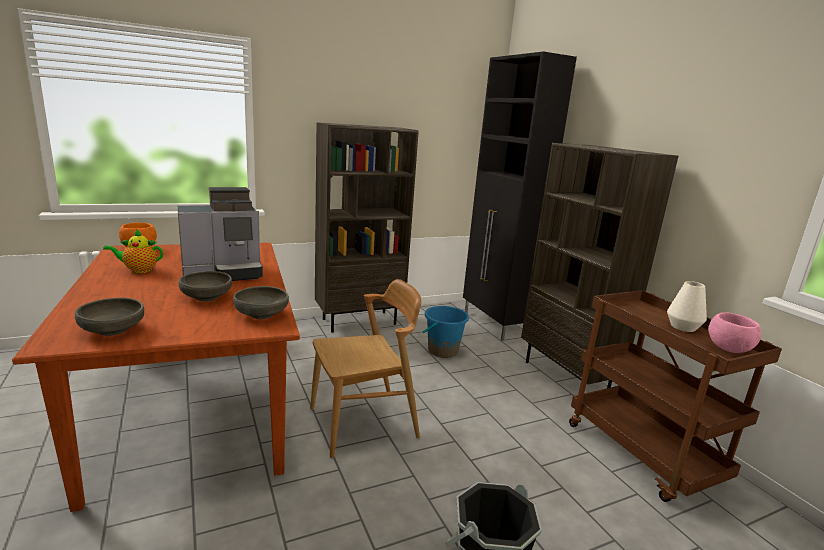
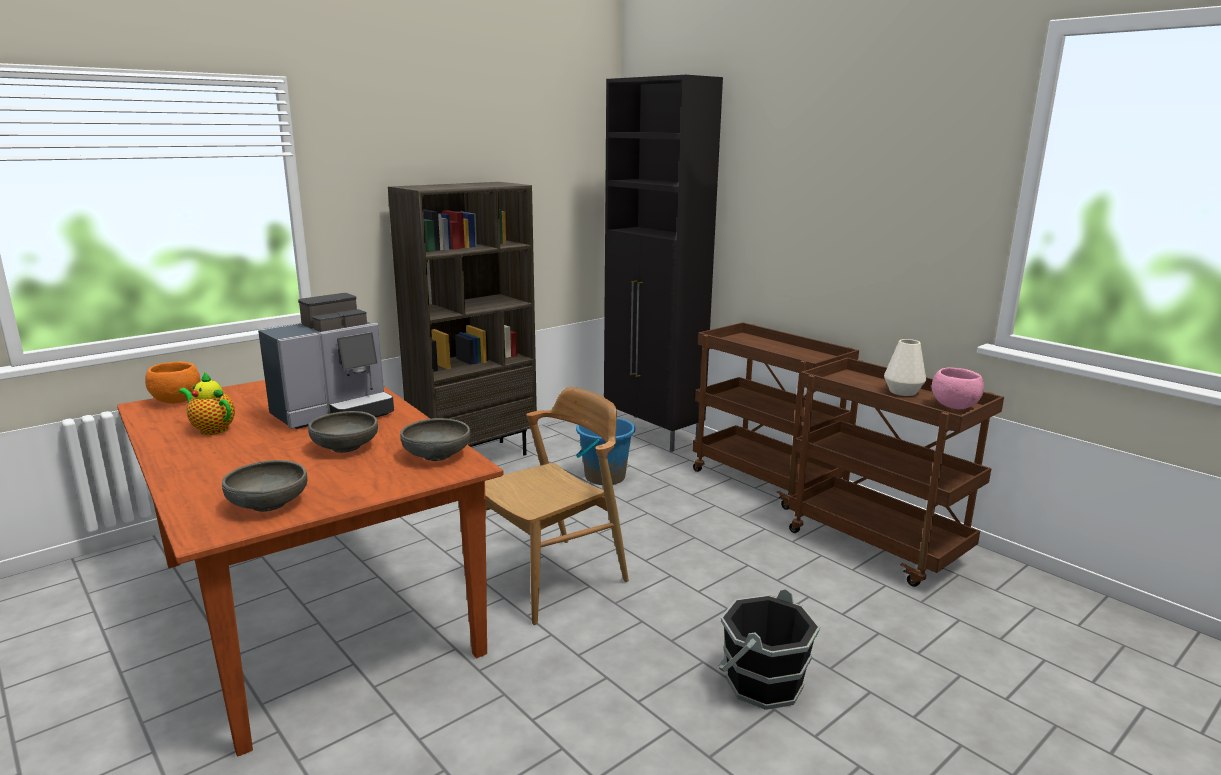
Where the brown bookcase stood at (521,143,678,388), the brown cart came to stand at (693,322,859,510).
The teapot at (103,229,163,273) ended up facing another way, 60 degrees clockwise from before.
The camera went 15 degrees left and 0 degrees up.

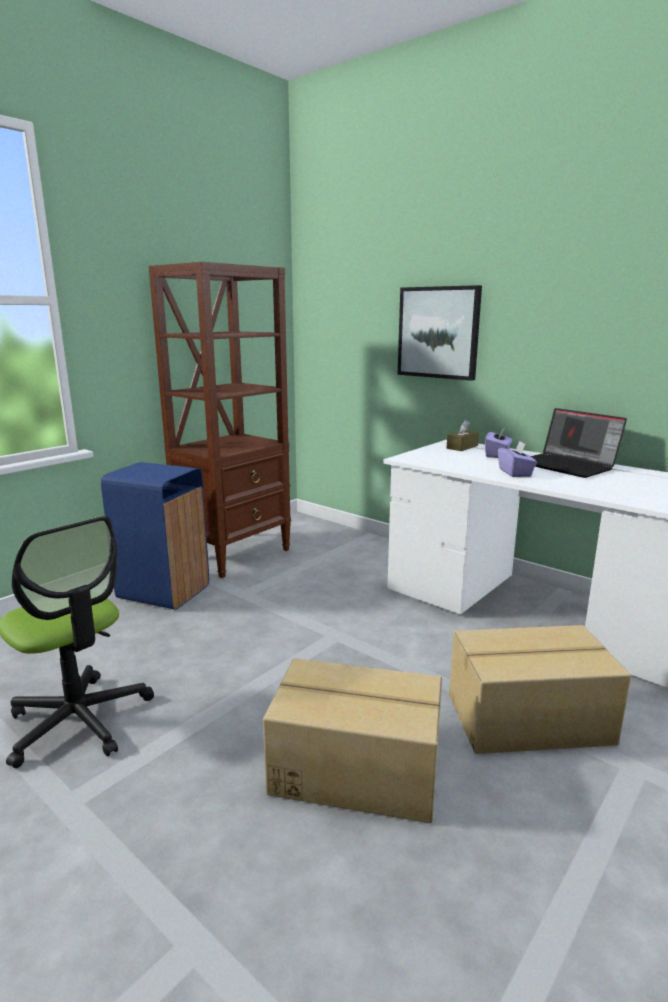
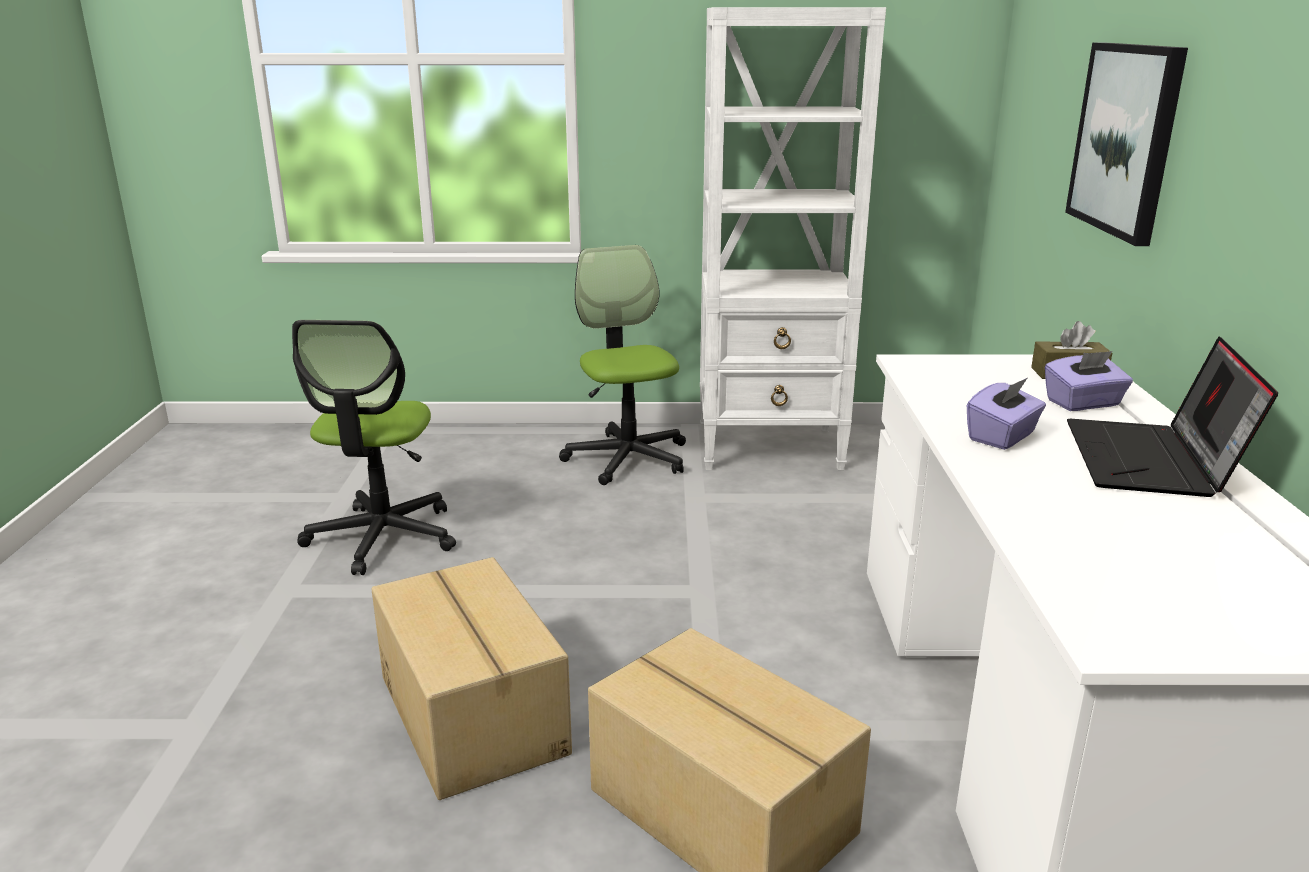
Where the blue trash can stood at (101,462,209,610), the office chair came to stand at (559,245,686,485).
What was the brown bookcase at (148,262,291,578) turned into the white bookcase at (700,7,886,470).
The camera went 50 degrees right and 5 degrees up.

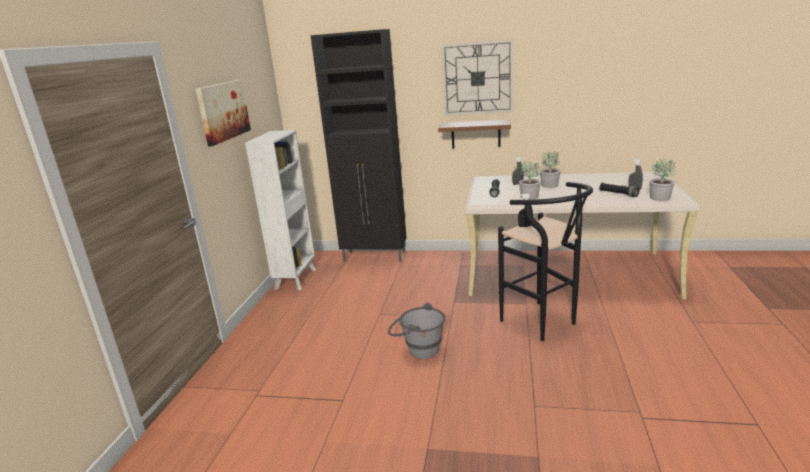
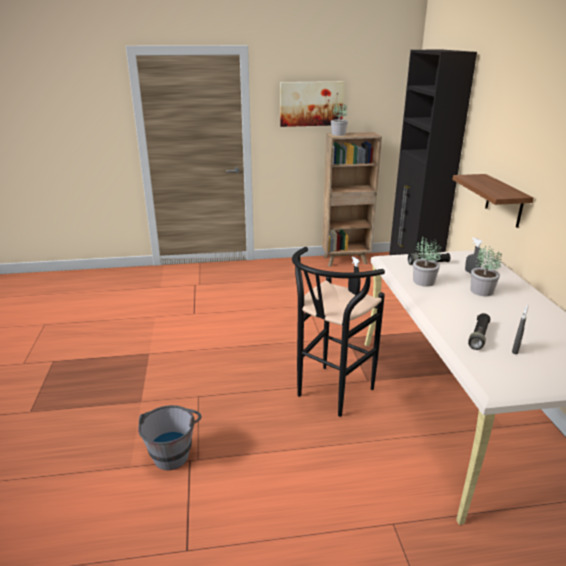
The second view lost the wall clock at (442,39,513,116).
The grey bucket ended up elsewhere, having gone from (388,303,445,359) to (138,405,202,470).
The potted plant ended up elsewhere, having gone from (649,158,675,201) to (331,103,348,136).
What was the white bookcase at (245,130,316,290) turned into the brown bookcase at (322,132,382,267).
The camera went 70 degrees right and 5 degrees up.

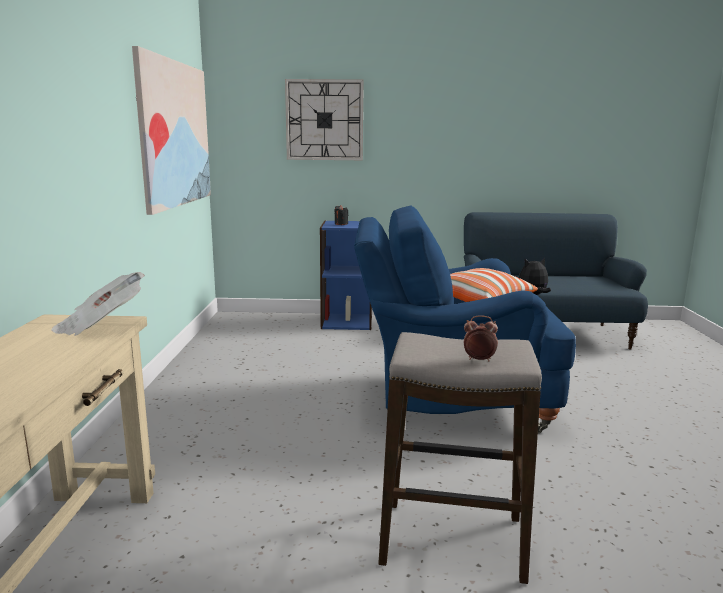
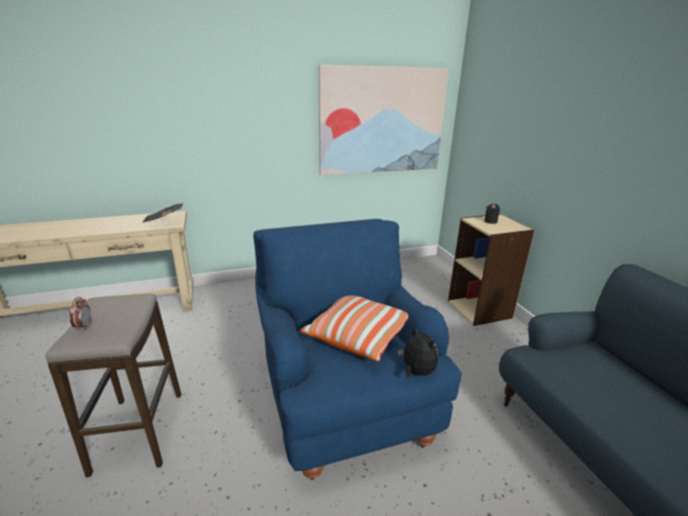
The second view lost the wall clock at (285,79,364,160).
What was the blue bookcase at (320,220,372,330) turned into the beige bookcase at (448,214,534,326).
The camera went 70 degrees right and 10 degrees up.

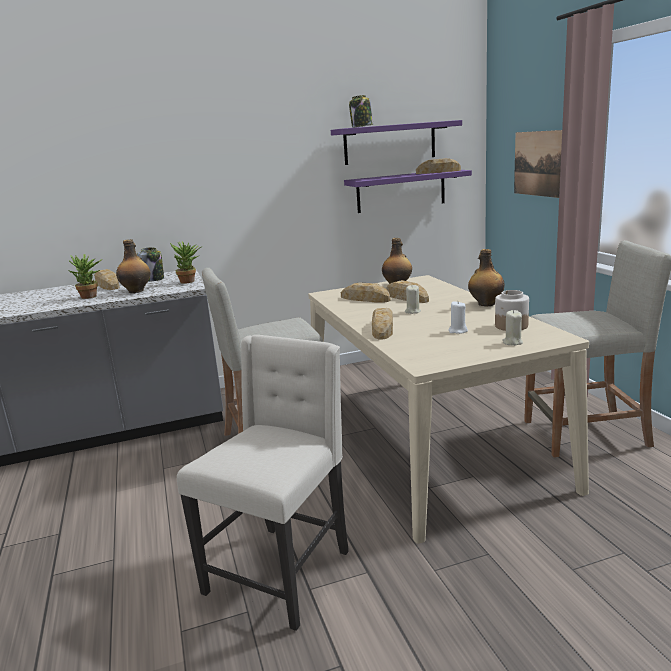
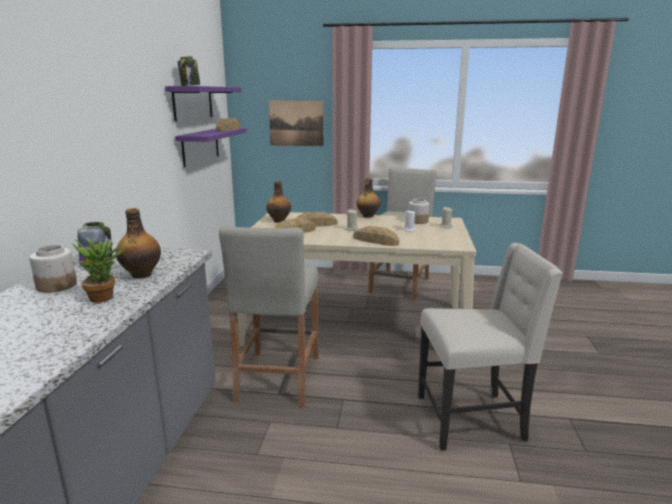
The second view lost the potted plant at (170,241,201,284).
Where the bread stood at (94,269,119,290), the jar came to stand at (29,245,77,293).
The beige chair at (177,335,349,631) ended up facing another way, 120 degrees clockwise from before.
The camera went 65 degrees left and 0 degrees up.

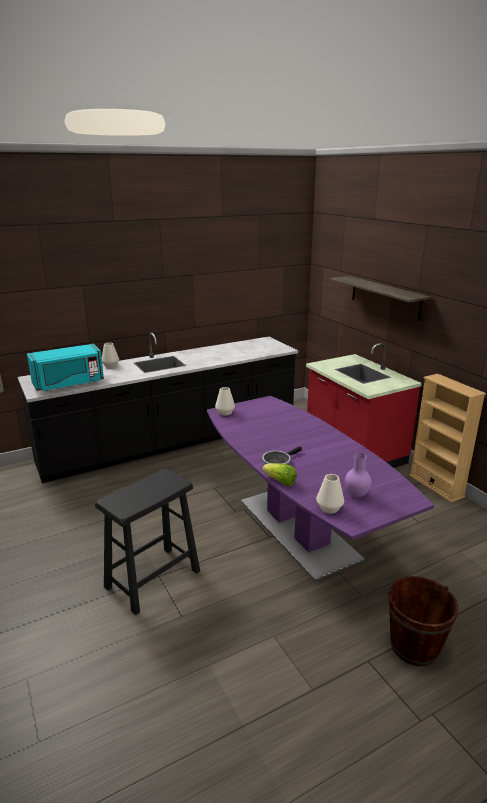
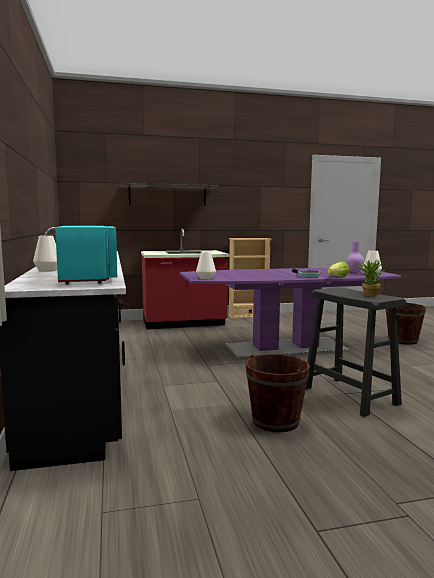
The second view gained the brown bucket at (245,354,310,432).
The second view gained the potted plant at (355,259,385,296).
The camera went 75 degrees left and 15 degrees down.

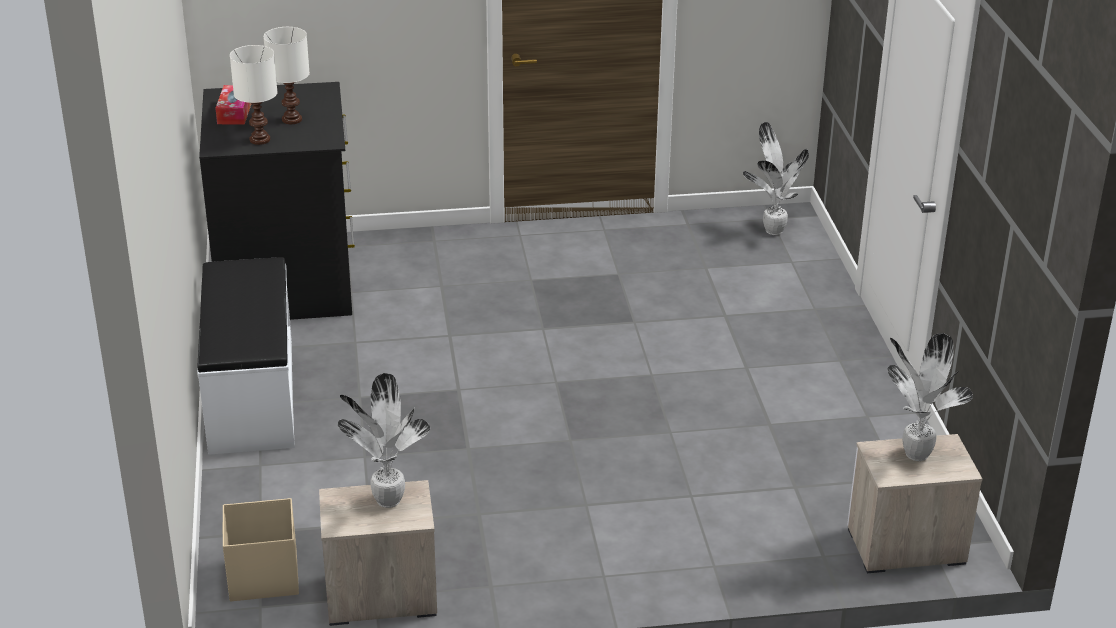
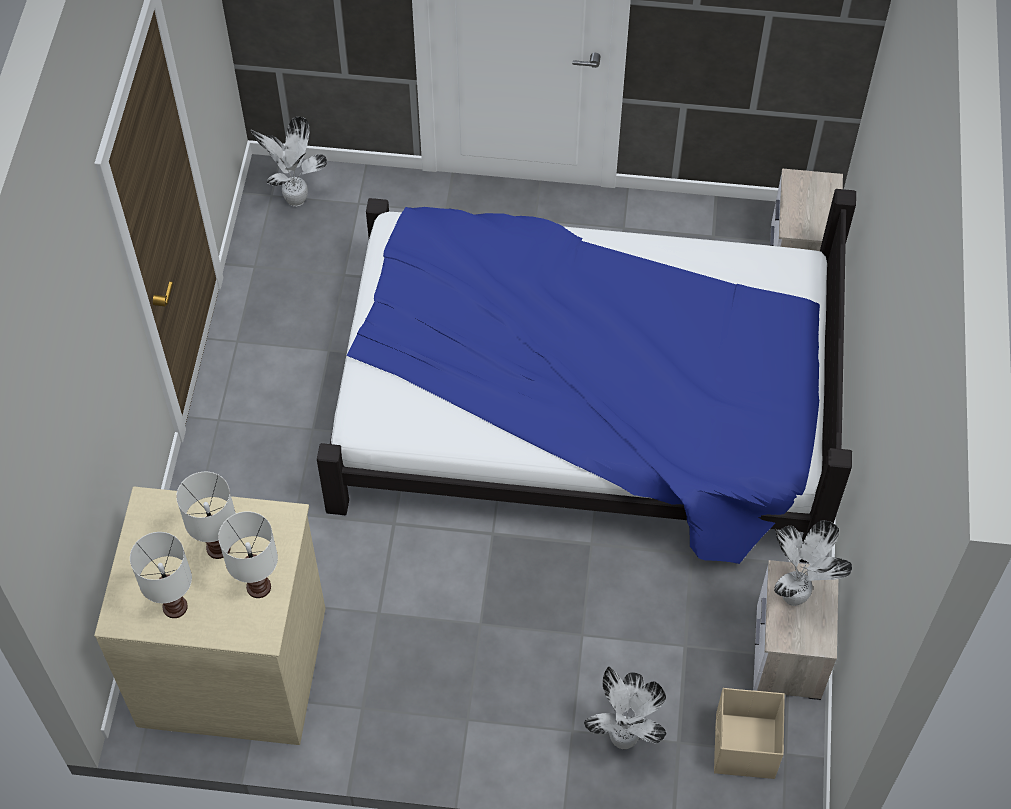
The second view lost the white bench at (197,257,295,455).
The second view gained the bed at (317,189,856,564).
The potted plant ended up elsewhere, having gone from (887,333,973,461) to (584,667,666,749).
Where the tissue box stood at (215,85,252,125), the white table lamp came to stand at (130,532,192,618).
What was the black dresser at (199,82,355,320) turned into the beige dresser at (94,486,326,745).
The camera went 75 degrees left and 25 degrees up.

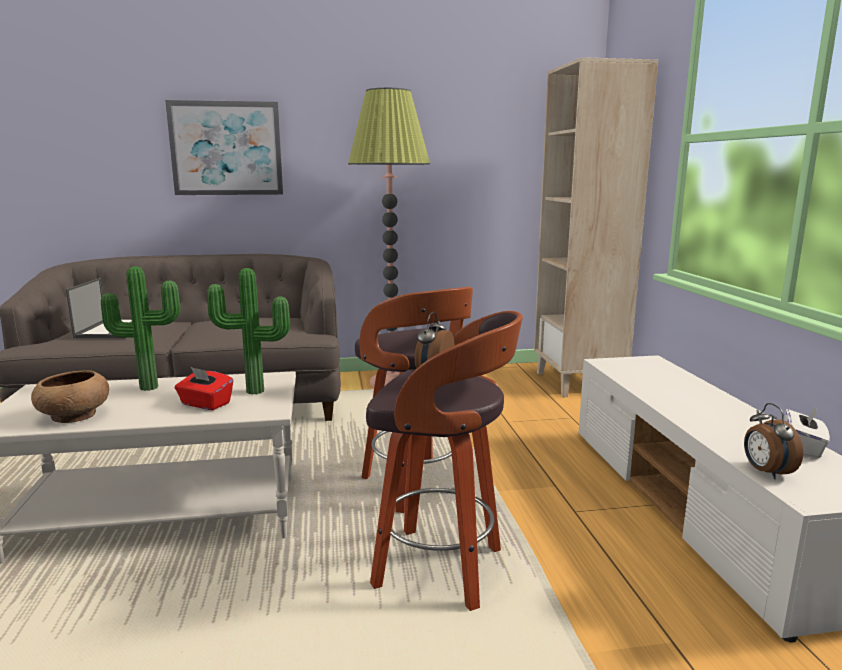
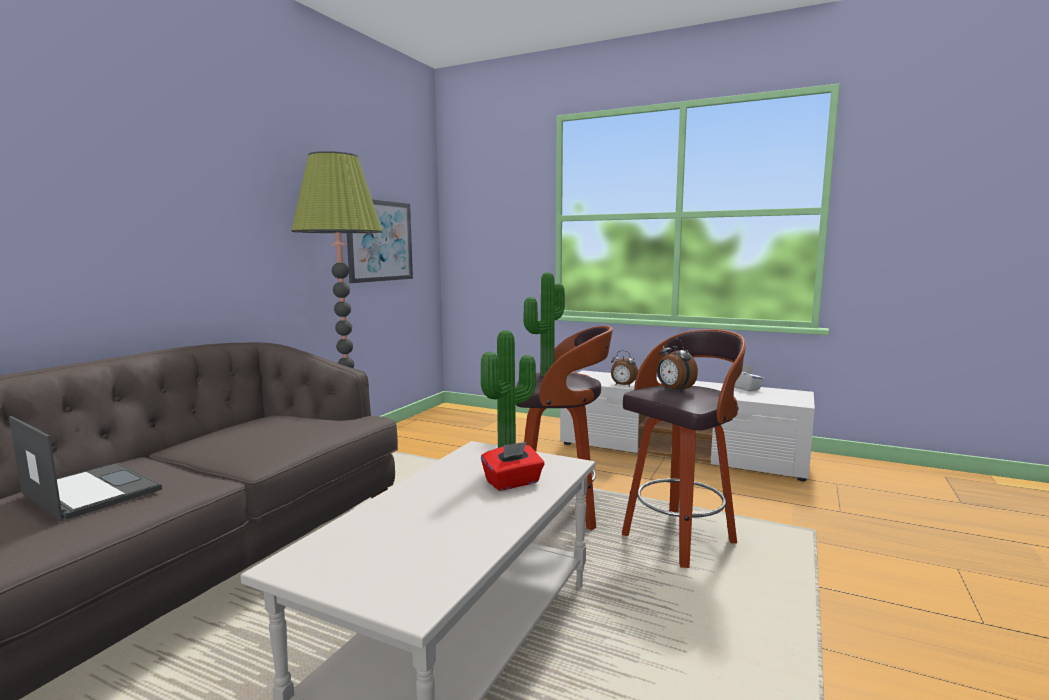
The second view lost the brown bowl at (31,370,109,423).
The second view lost the beige bookcase at (534,57,658,397).
The potted plant ended up elsewhere, having gone from (101,266,180,391) to (524,272,565,377).
The picture ended up elsewhere, having gone from (165,100,283,195) to (347,199,413,283).
The alarm clock ended up elsewhere, having gone from (744,403,803,479) to (611,350,638,387).
The camera went 55 degrees left and 5 degrees down.

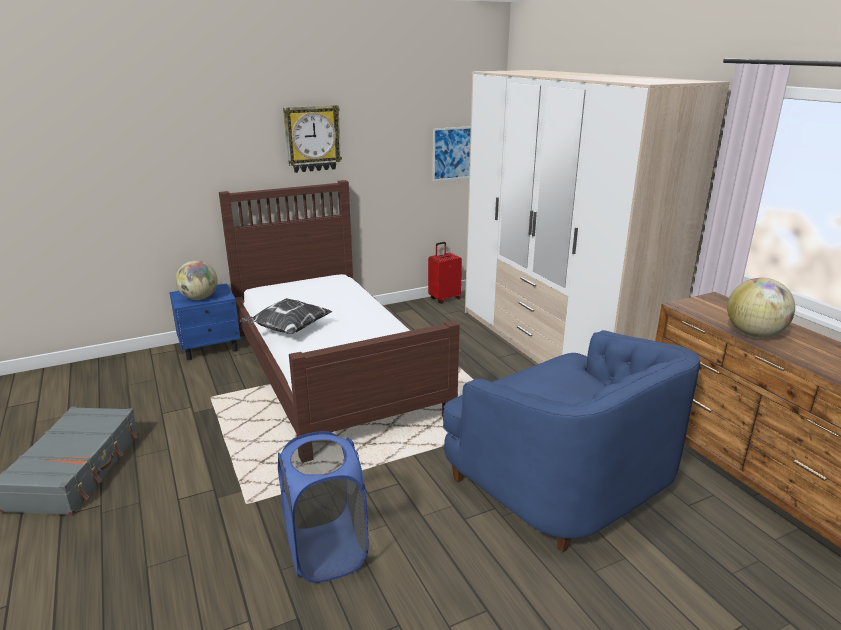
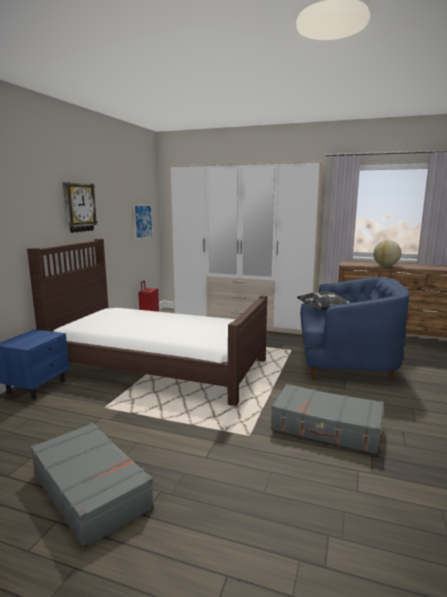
The second view lost the globe at (176,260,218,300).
The pillow ended up elsewhere, having gone from (240,298,332,334) to (297,291,351,311).
Where the blue laundry basket stood at (278,431,368,583), the grey suitcase came to stand at (271,384,384,455).
The camera went 45 degrees left and 10 degrees down.

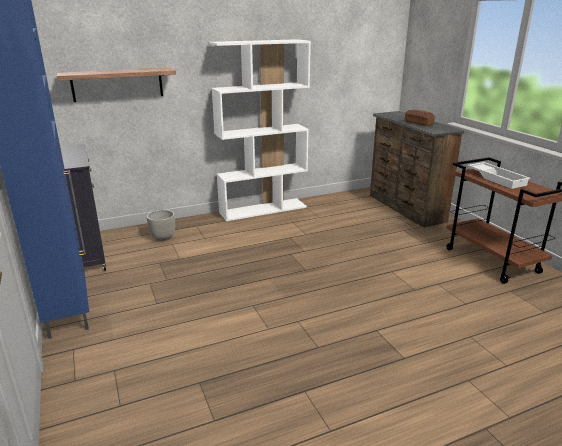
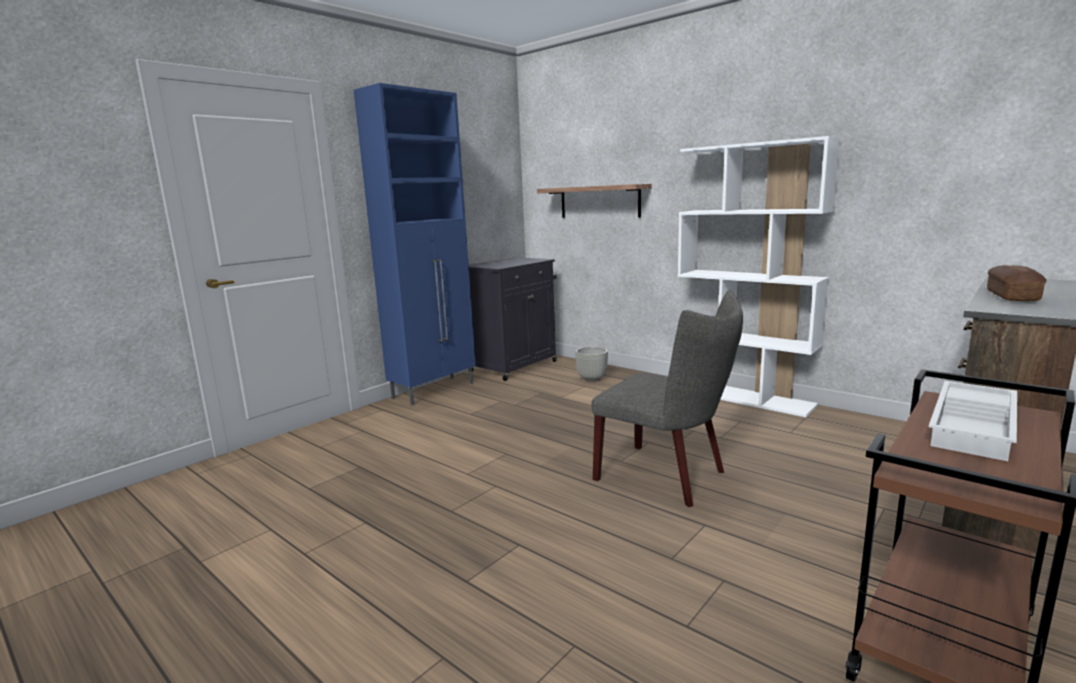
The second view gained the grey chair at (591,290,743,507).
The camera went 65 degrees right and 10 degrees down.

